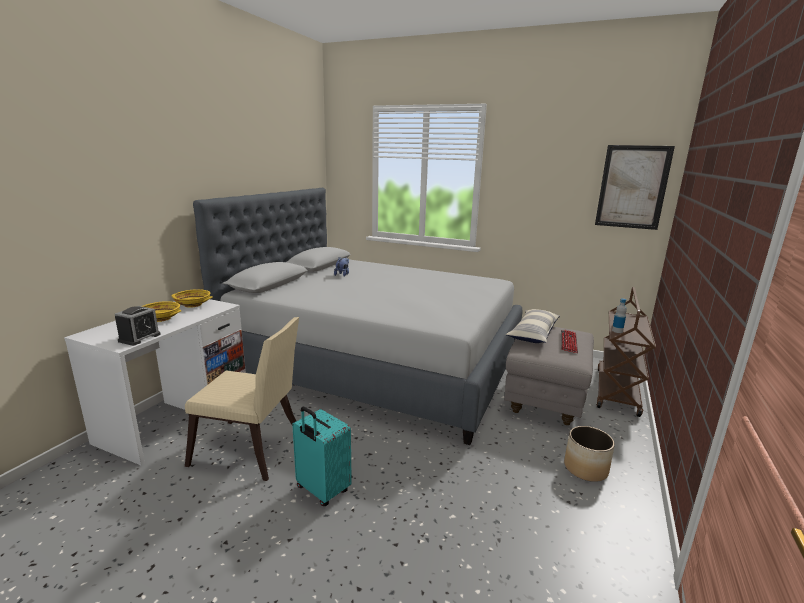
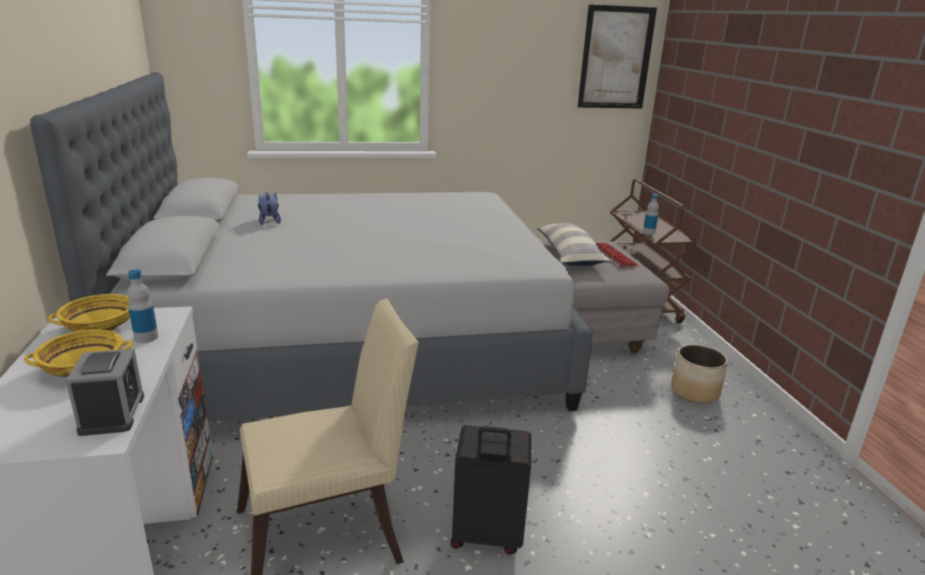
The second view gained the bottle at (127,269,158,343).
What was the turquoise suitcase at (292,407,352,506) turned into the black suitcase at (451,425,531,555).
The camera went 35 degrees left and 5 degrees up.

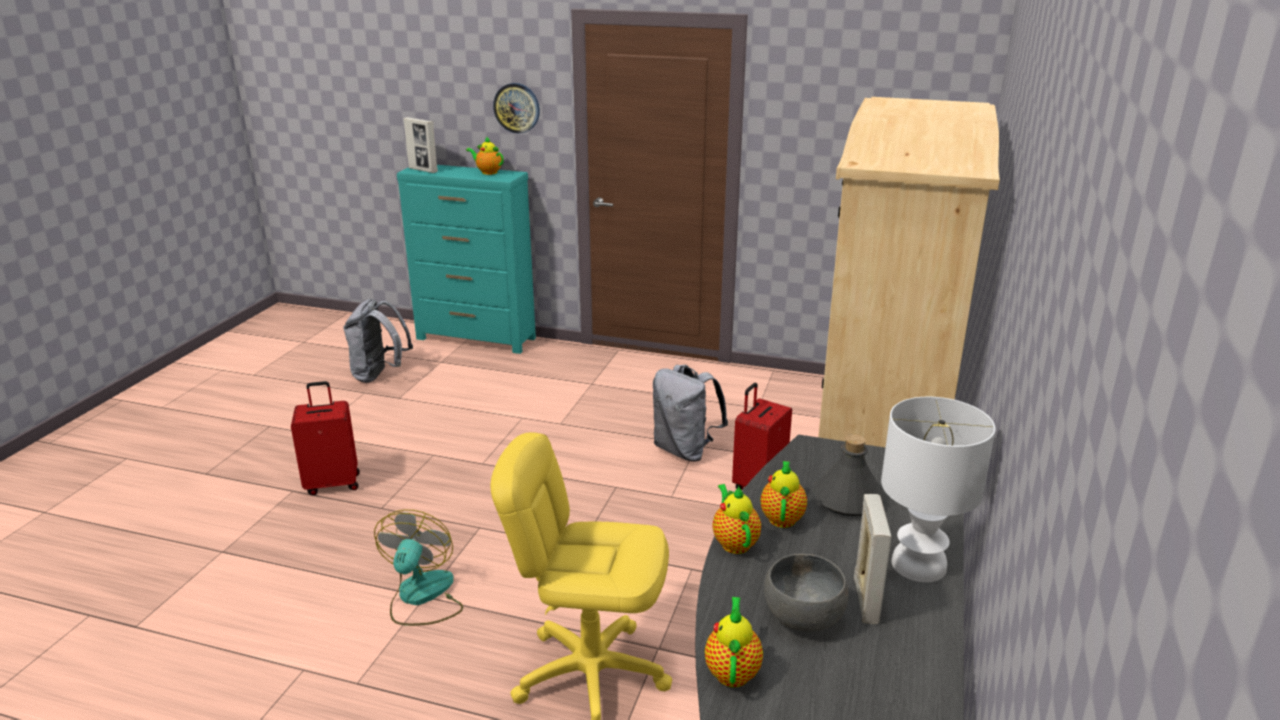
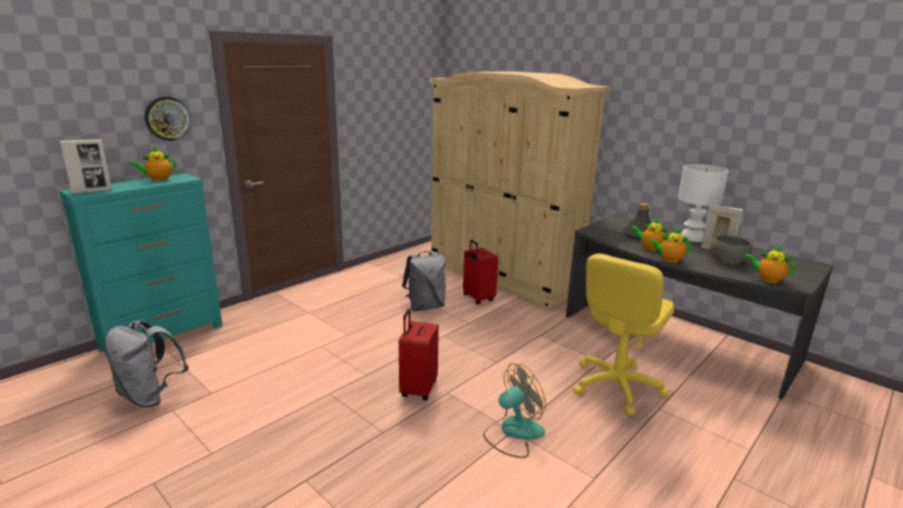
The red suitcase ended up elsewhere, having gone from (291,381,360,495) to (399,309,439,400).
The fan at (374,509,463,626) ended up facing another way, 120 degrees clockwise from before.
The camera went 65 degrees left and 5 degrees down.

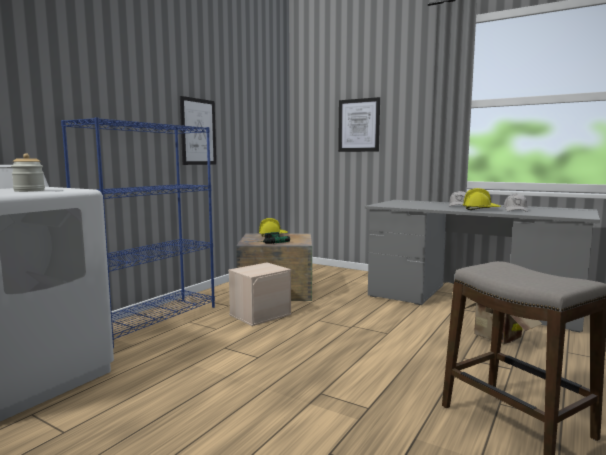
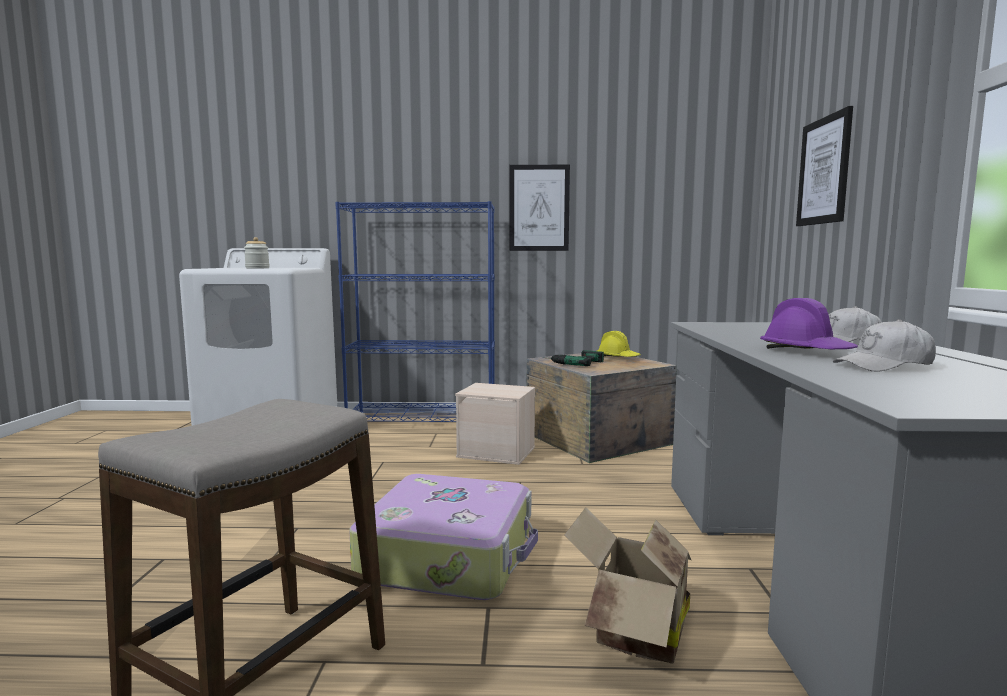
The second view gained the suitcase at (349,474,538,600).
What was the yellow hard hat at (463,188,501,210) turned into the purple hard hat at (760,298,858,349).
The camera went 60 degrees right and 0 degrees up.

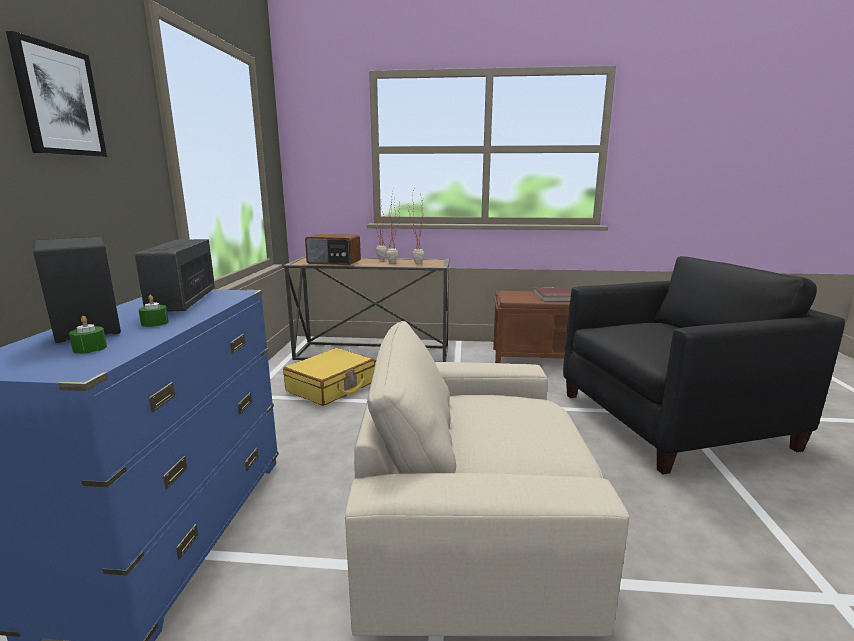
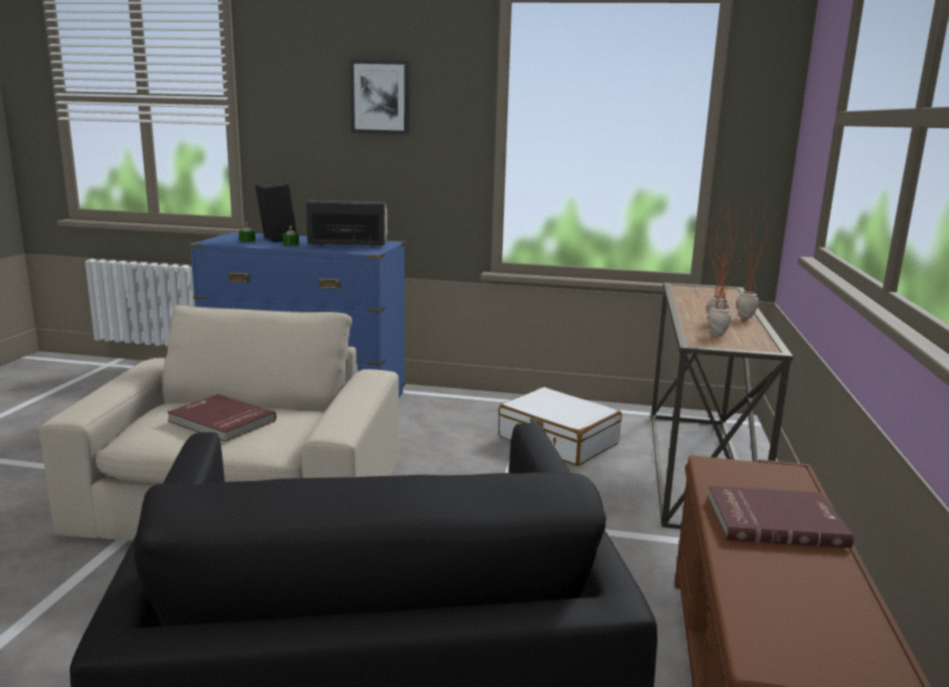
The second view lost the radio at (305,234,361,265).
The second view gained the red book at (167,394,276,442).
What was the yellow suitcase at (283,348,375,406) turned into the white suitcase at (498,387,622,466).
The camera went 95 degrees right and 0 degrees up.

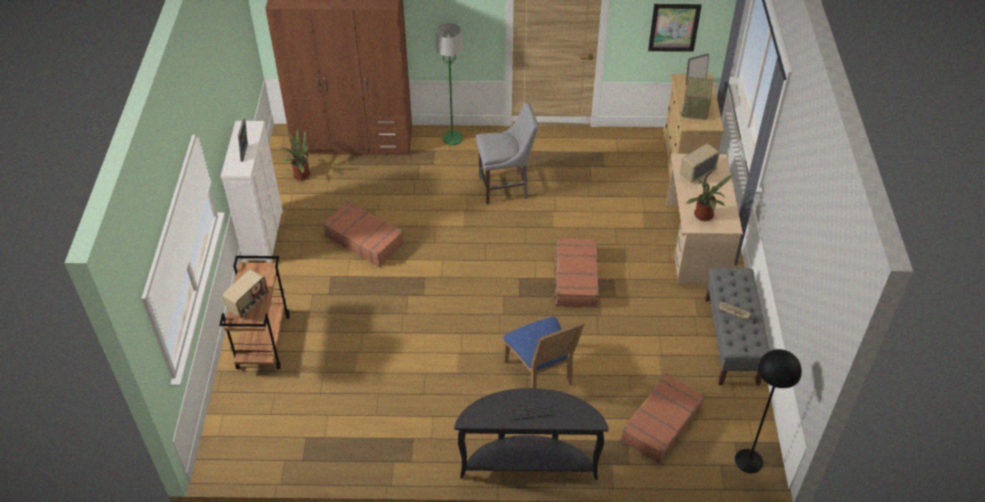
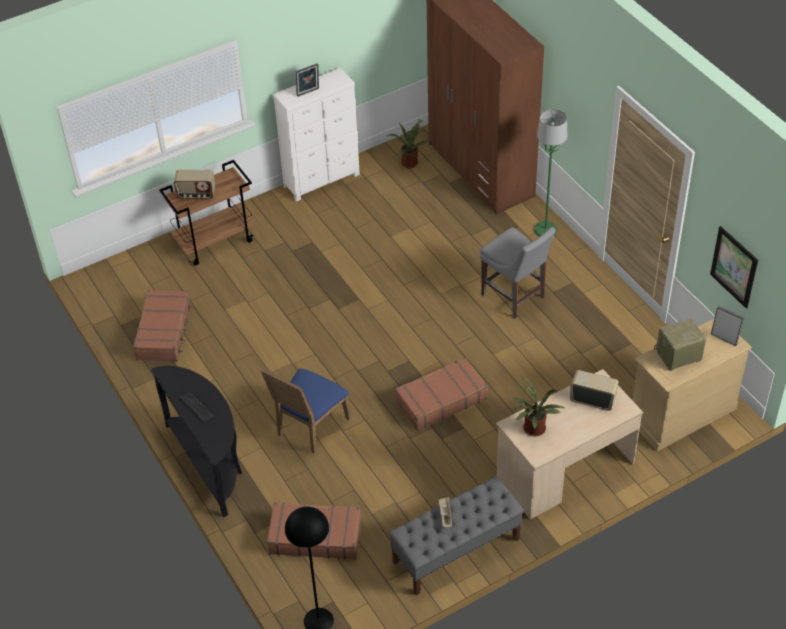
The brown suitcase ended up elsewhere, having gone from (322,201,404,267) to (133,290,193,362).
The camera went 60 degrees right and 0 degrees up.

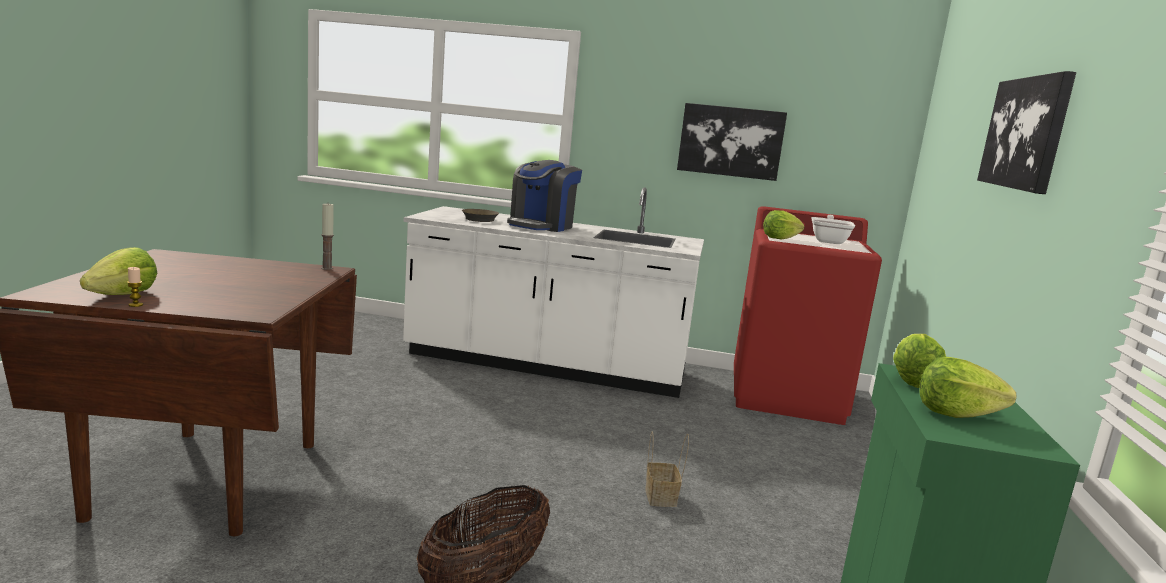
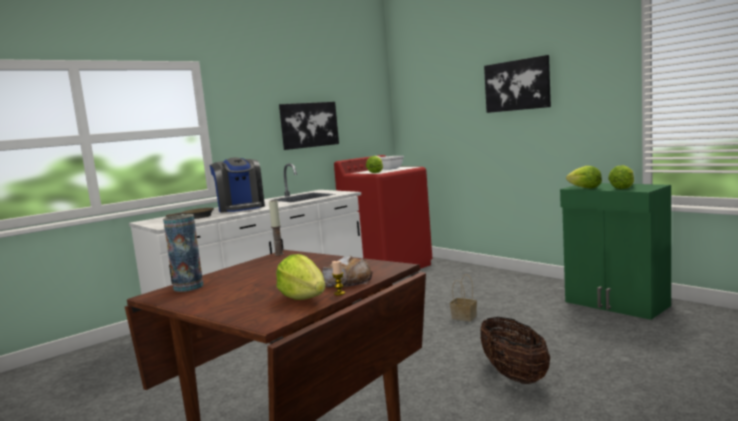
The second view gained the vase at (163,214,203,292).
The second view gained the bread at (322,256,373,288).
The camera went 50 degrees left and 5 degrees down.

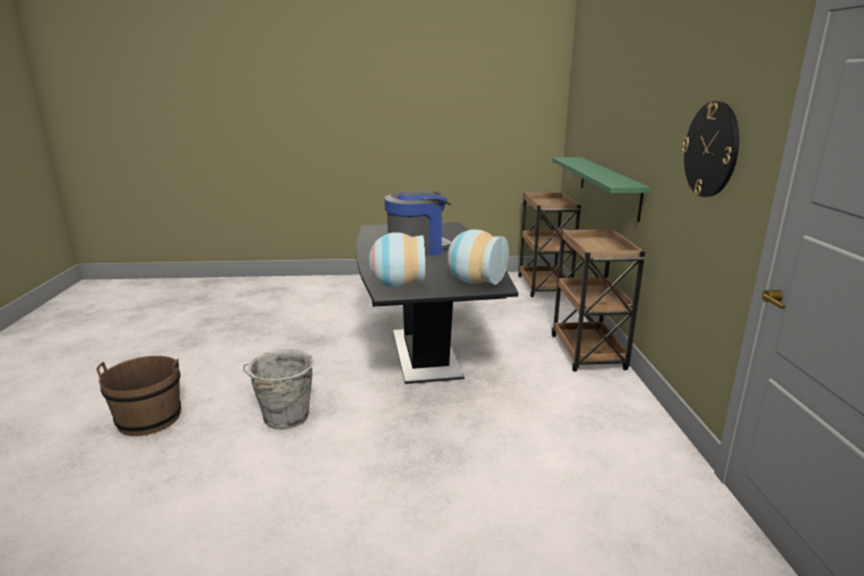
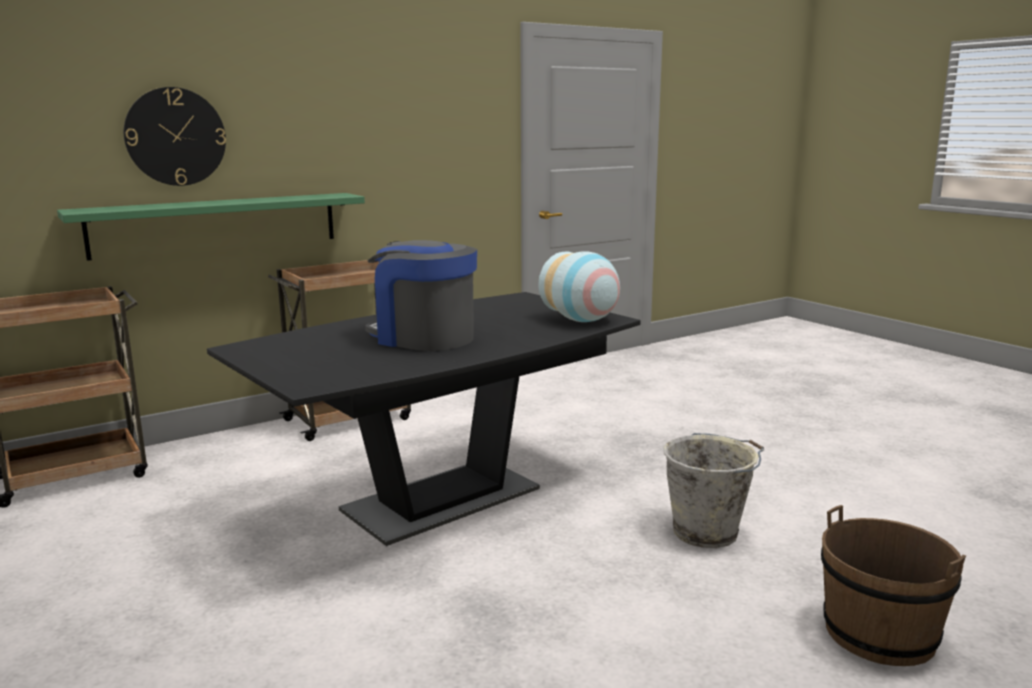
The second view lost the vase at (447,229,509,285).
The wall clock ended up elsewhere, having gone from (682,101,739,197) to (124,87,226,186).
The camera went 120 degrees left and 5 degrees down.

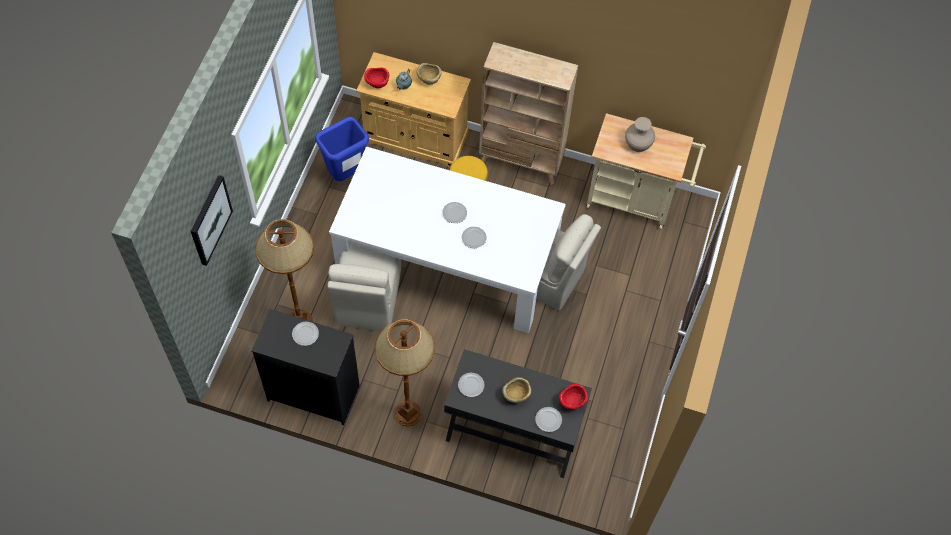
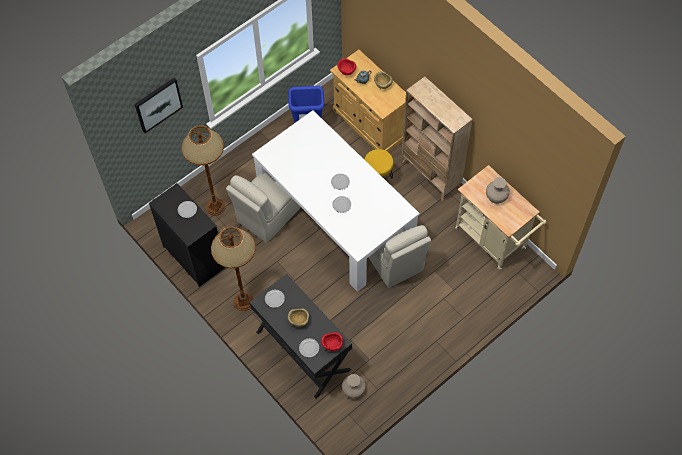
The second view gained the beige vase at (342,374,366,398).
The camera went 35 degrees right and 0 degrees up.

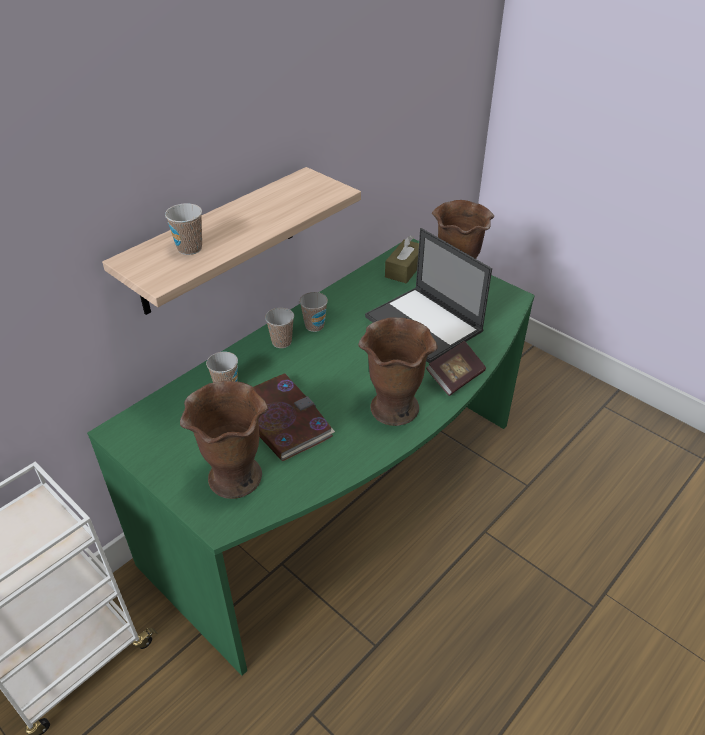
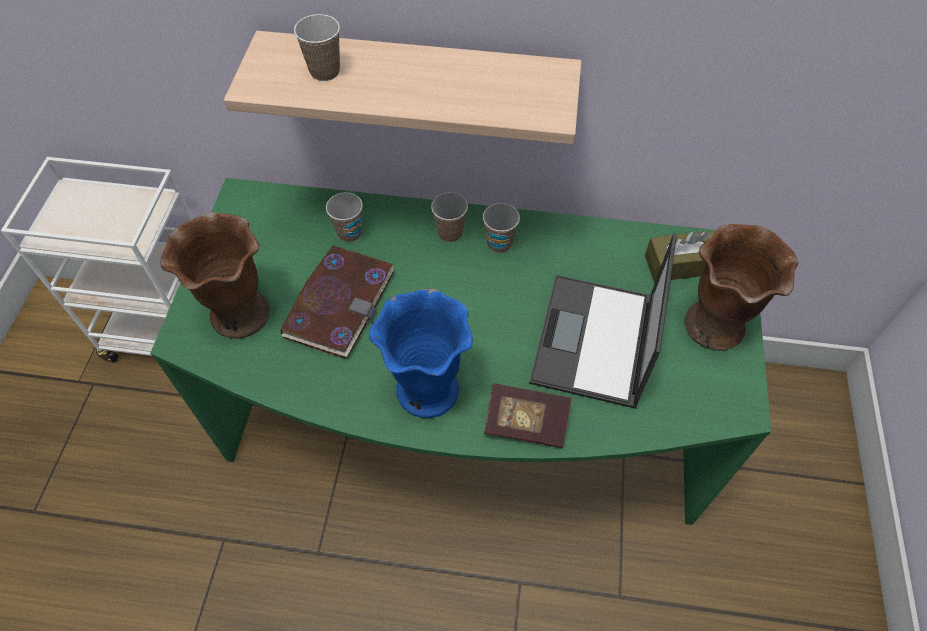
What was the brown vase at (358,317,438,426) turned into the blue vase at (369,288,473,418).
The camera went 55 degrees right and 15 degrees up.

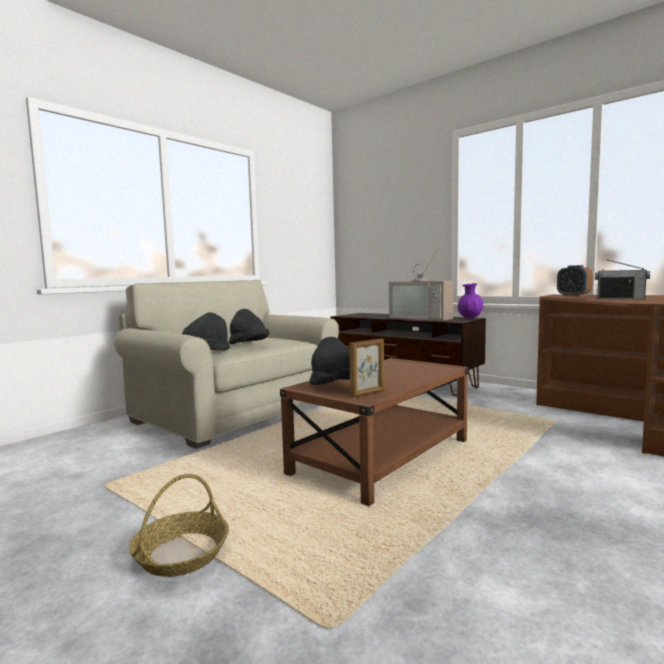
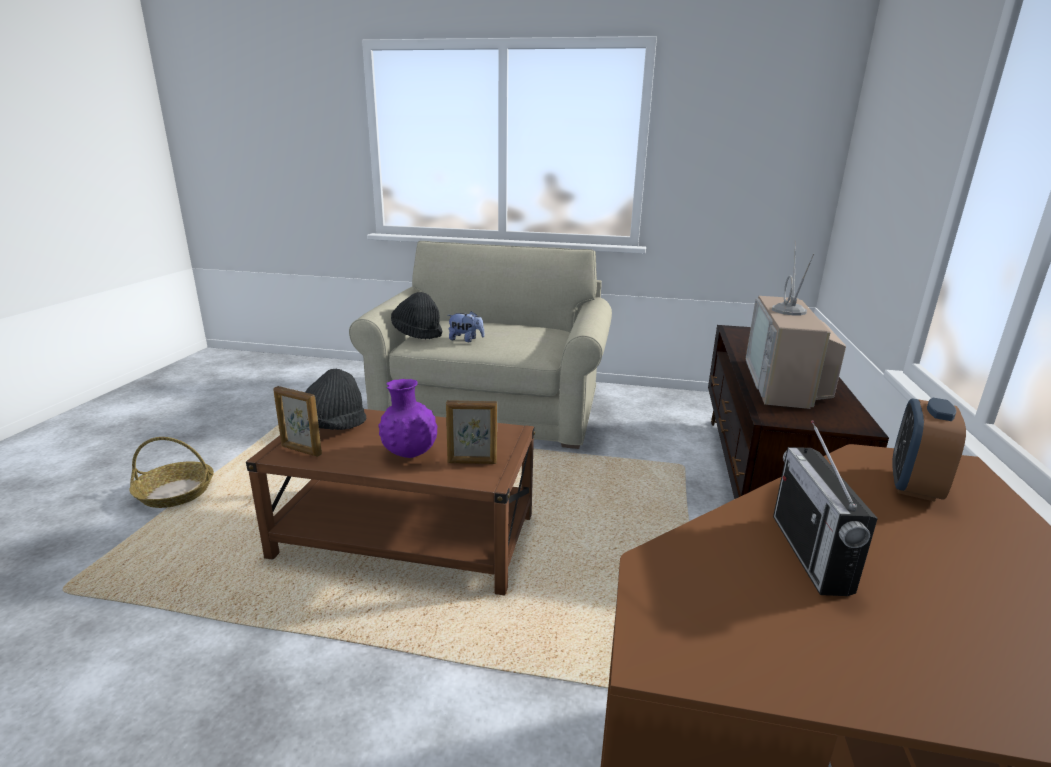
The second view gained the picture frame at (446,400,497,464).
The purple vase ended up elsewhere, having gone from (458,283,484,318) to (378,379,438,458).
Where the black hat stood at (229,309,270,344), the plush toy came to stand at (447,311,484,342).
The camera went 60 degrees right and 15 degrees up.

